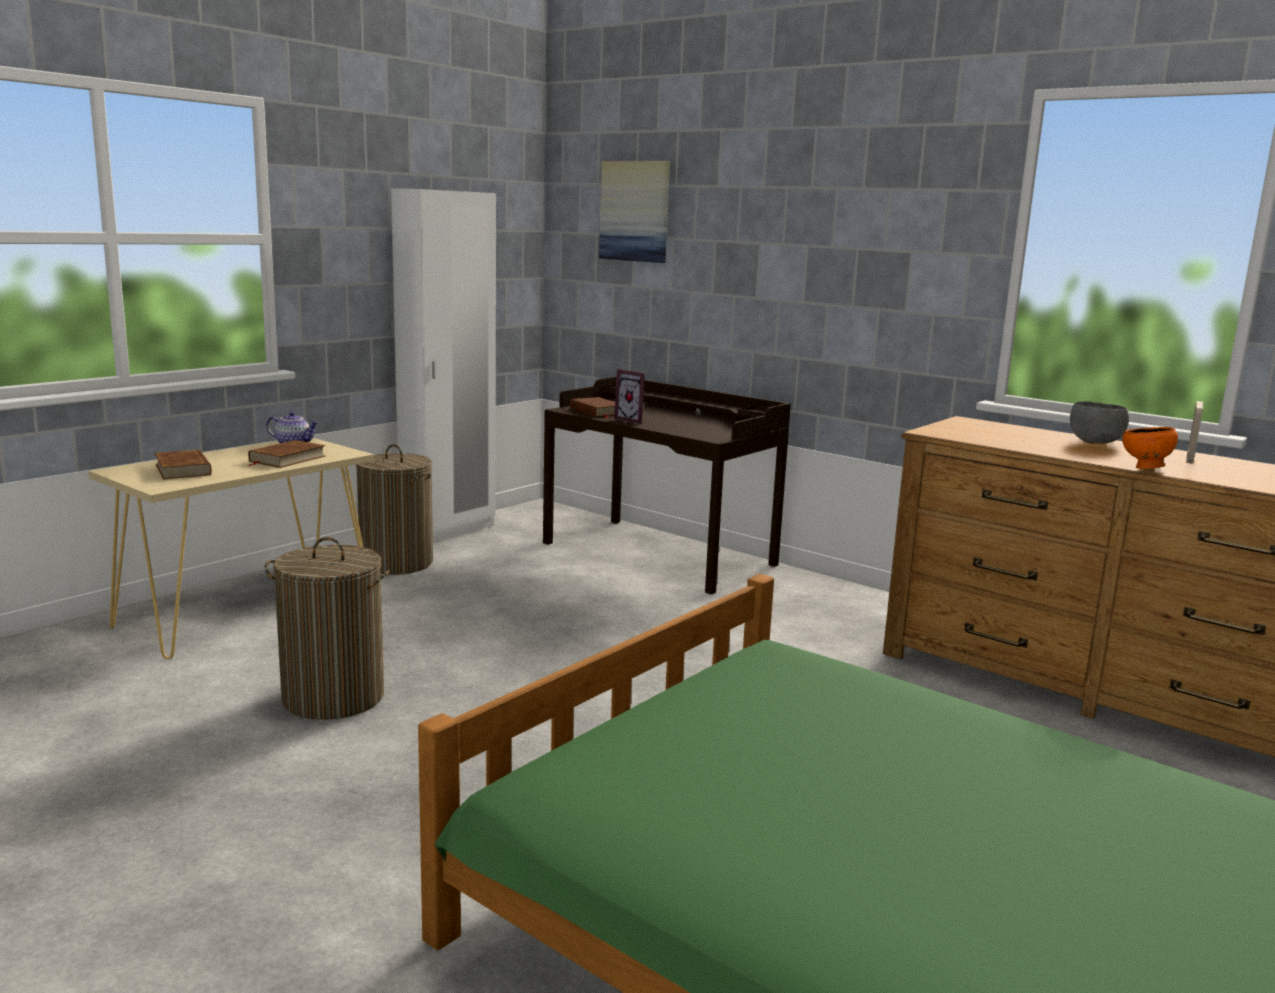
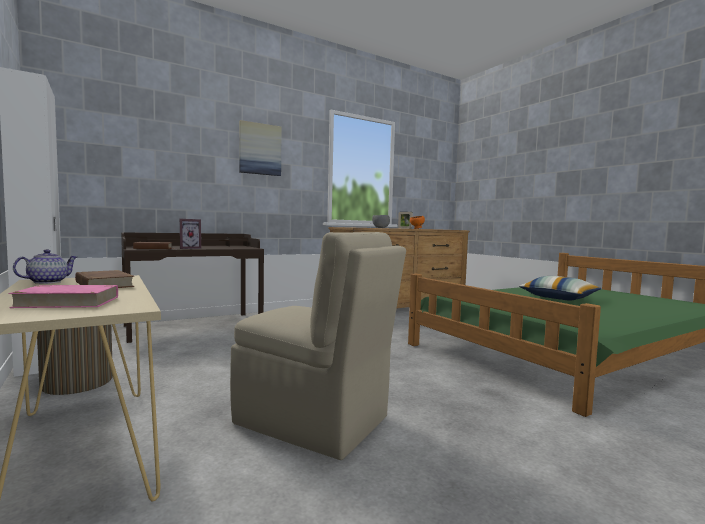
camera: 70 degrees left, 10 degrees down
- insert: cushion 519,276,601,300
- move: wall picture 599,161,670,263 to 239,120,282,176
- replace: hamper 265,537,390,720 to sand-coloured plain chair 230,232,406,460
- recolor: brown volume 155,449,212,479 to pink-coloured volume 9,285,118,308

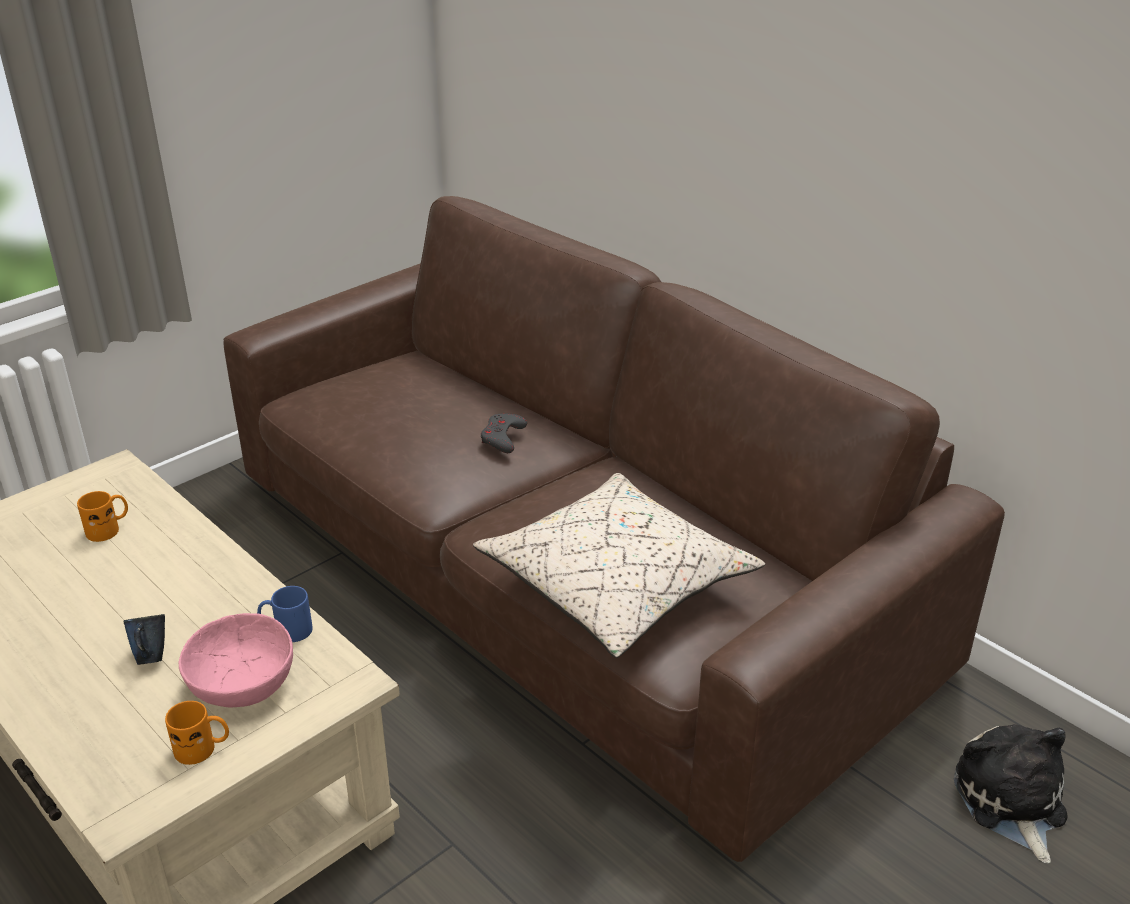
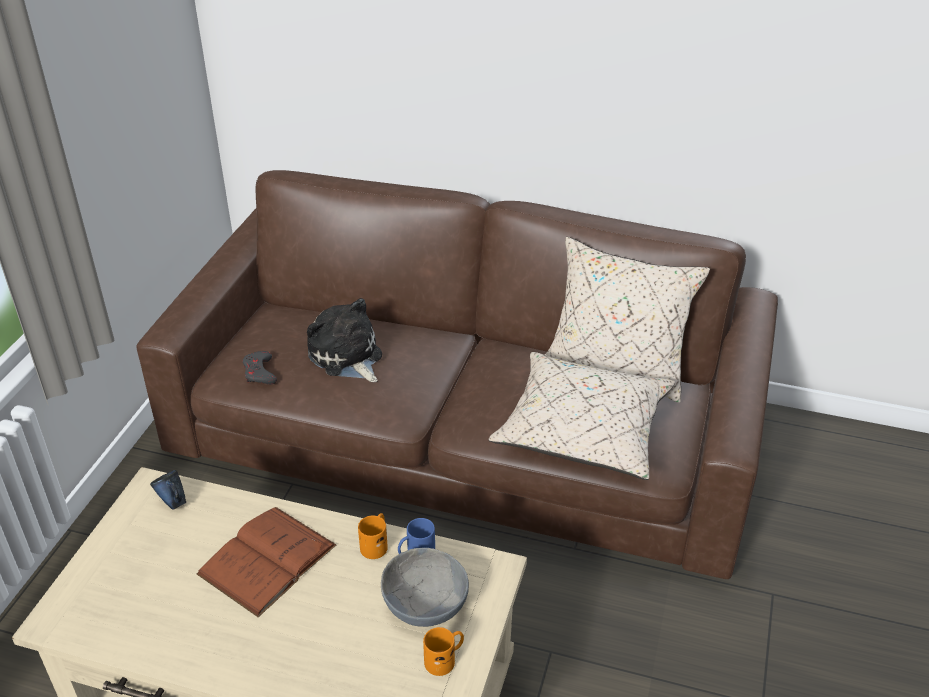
camera: 30 degrees left, 5 degrees up
- insert: brown volume 196,507,336,617
- insert: sand-coloured cushion 545,237,710,403
- move: orange tea mug 77,491,128,542 to 358,513,388,559
- move: blue-coloured tea mug 124,614,165,665 to 150,470,186,510
- move: grey joypad 481,414,527,453 to 242,351,277,384
- move: plush toy 954,724,1068,863 to 307,298,382,382
- recolor: pink-coloured deep dish 179,613,293,707 to grey deep dish 381,548,469,627

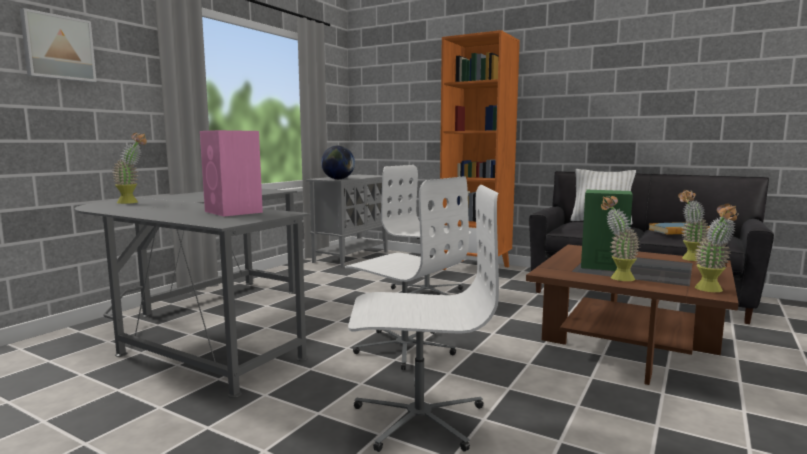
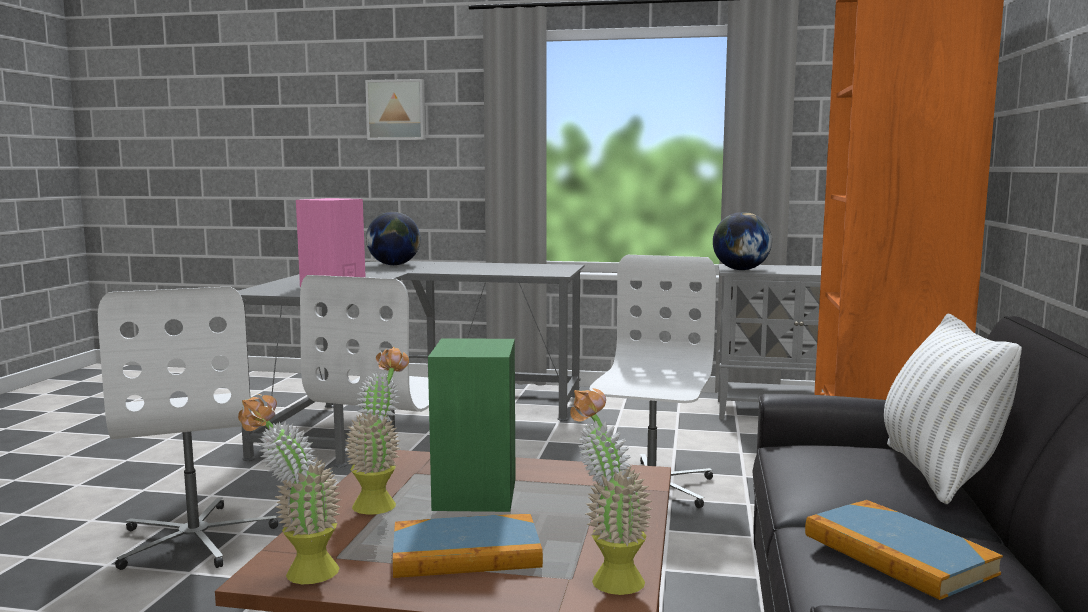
camera: 70 degrees right, 0 degrees up
- insert: volume 393,514,543,578
- replace: houseplant 112,133,147,204 to desk globe 366,212,420,265

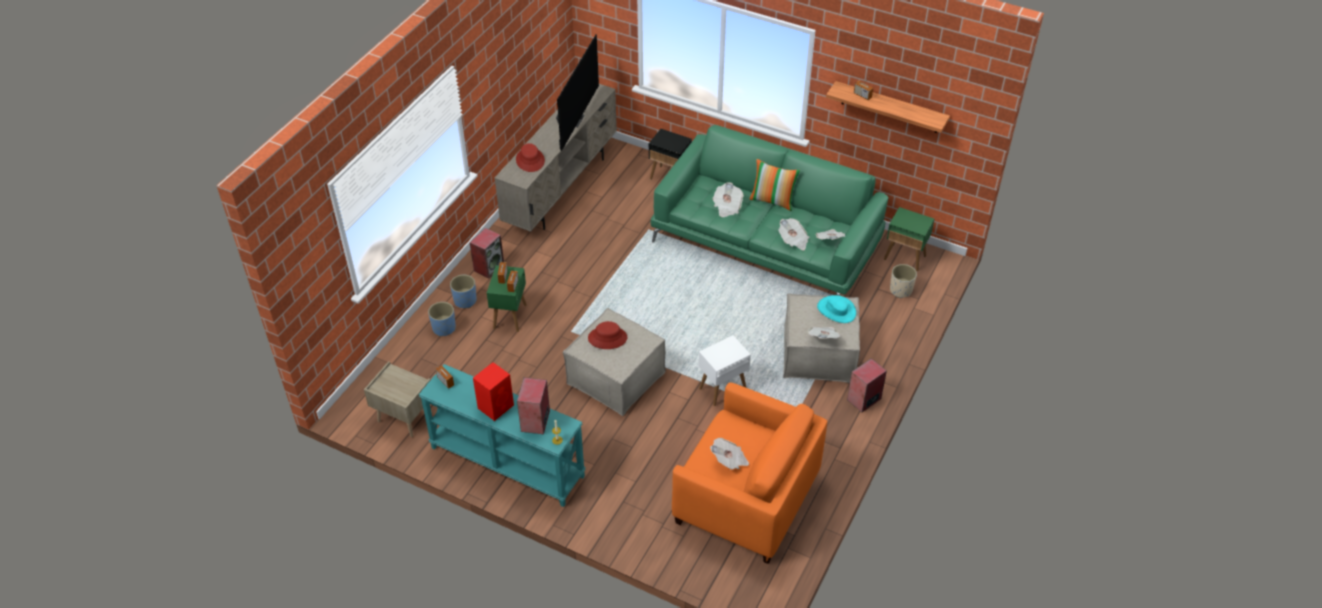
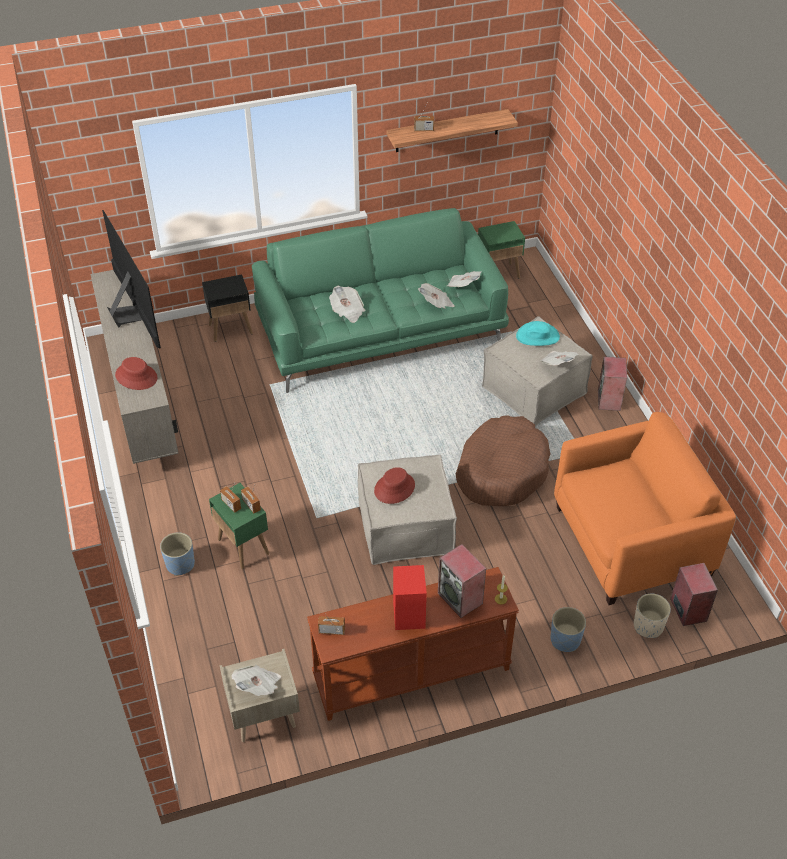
camera: 45 degrees left, 0 degrees up
- delete: cushion 749,159,800,211
- move: blue-coloured planter 428,302,456,337 to 551,607,586,652
- move: speaker 470,228,504,278 to 670,563,718,626
- move: daily paper 710,438,749,470 to 232,665,281,696
- move: sand-coloured planter 890,264,917,298 to 634,594,671,638
- replace: white end table 699,335,751,406 to brown dog cushion 456,415,550,506
- recolor: turquoise-coloured console table 419,364,586,507 to brown console table 307,567,519,721

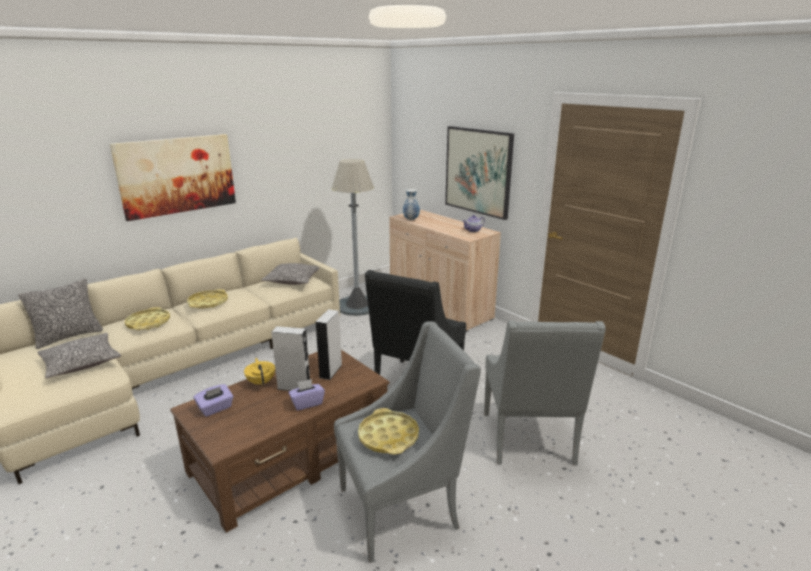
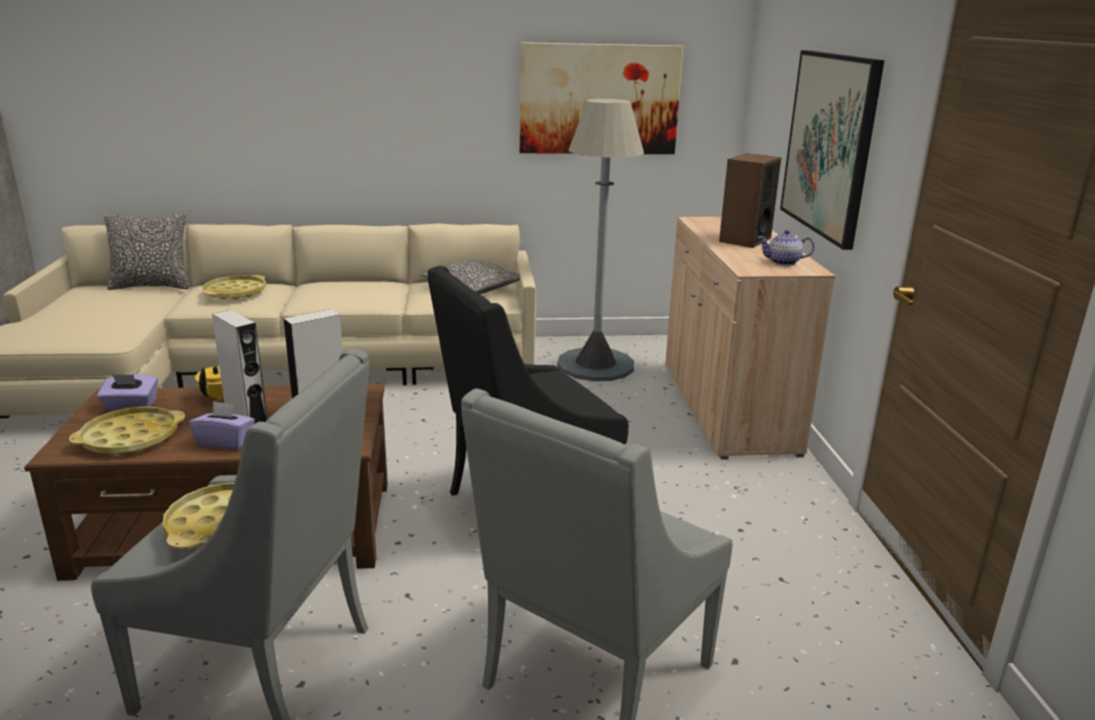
camera: 35 degrees right, 0 degrees up
- delete: cushion 38,333,121,379
- delete: vase 403,189,420,220
- insert: speaker 719,153,781,248
- move: wall picture 110,134,236,221 to 519,42,683,154
- move: yellow-coloured tray 187,289,228,309 to 69,406,185,455

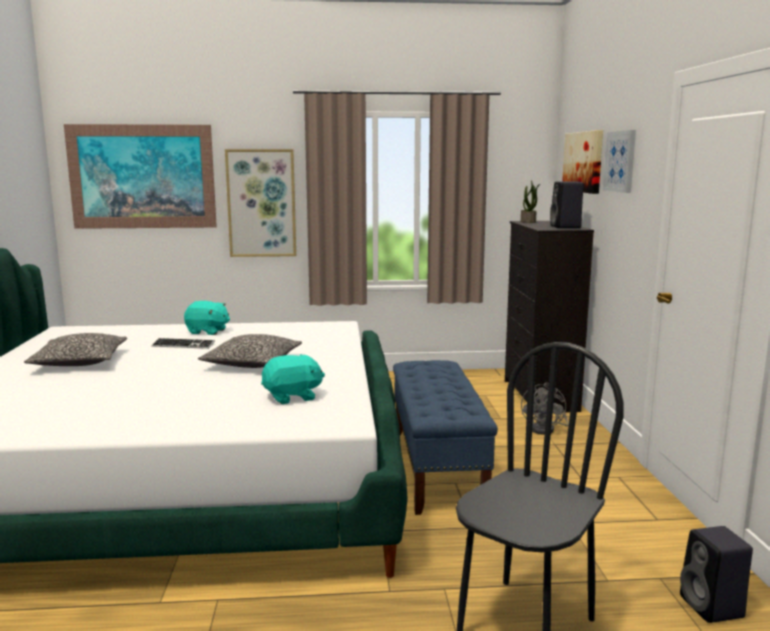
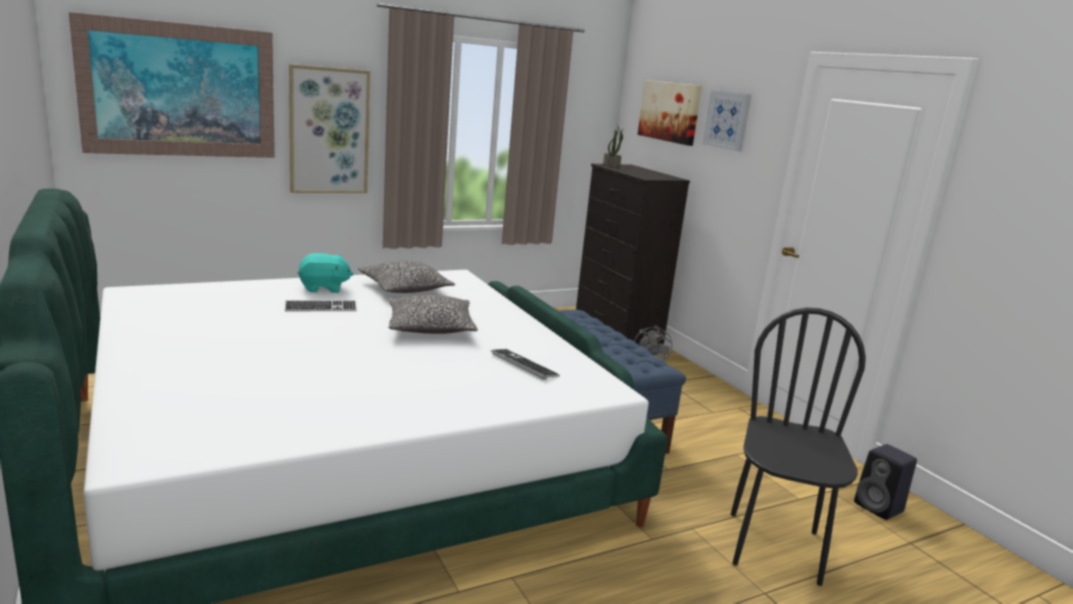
camera: 25 degrees left, 5 degrees up
- delete: blackish speaker 550,182,584,228
- move: cushion 24,333,127,366 to 358,261,455,293
- replace: turquoise-coloured plush toy 261,354,325,404 to computer keyboard 491,349,560,380

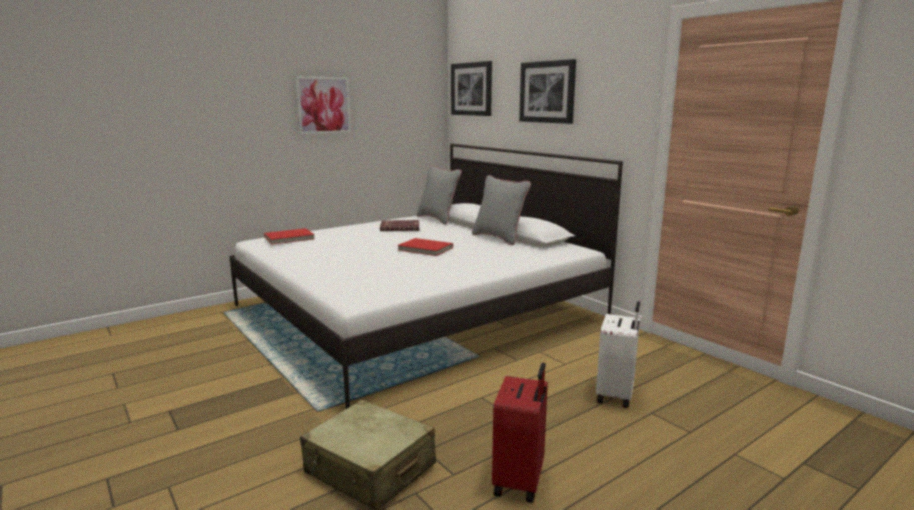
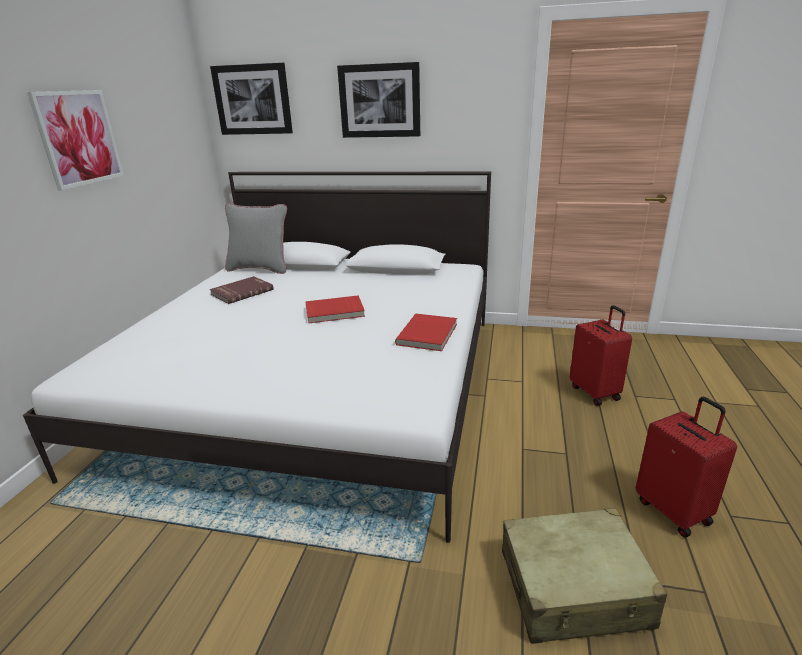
camera: 40 degrees left, 10 degrees up
- delete: grey cushion 472,175,531,245
- move: red-coloured volume 264,228,315,244 to 395,314,457,351
- recolor: white piece of luggage 596,301,640,408 to red-coloured piece of luggage 570,305,632,406

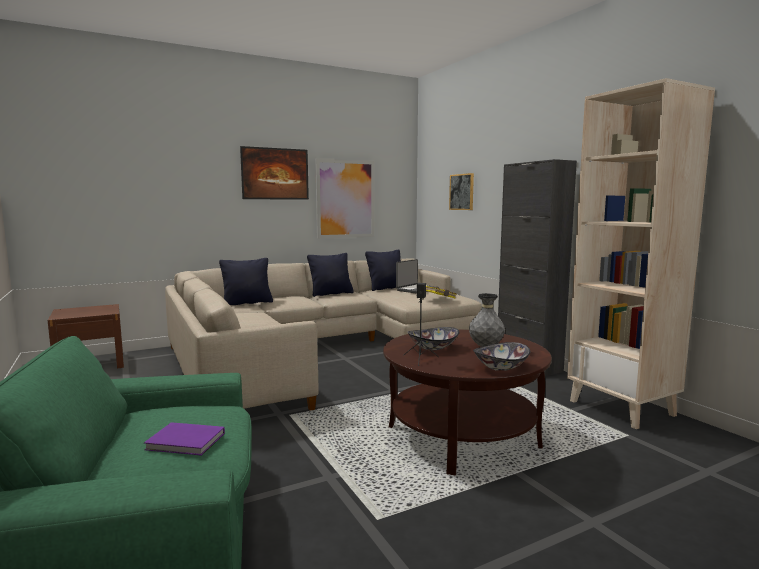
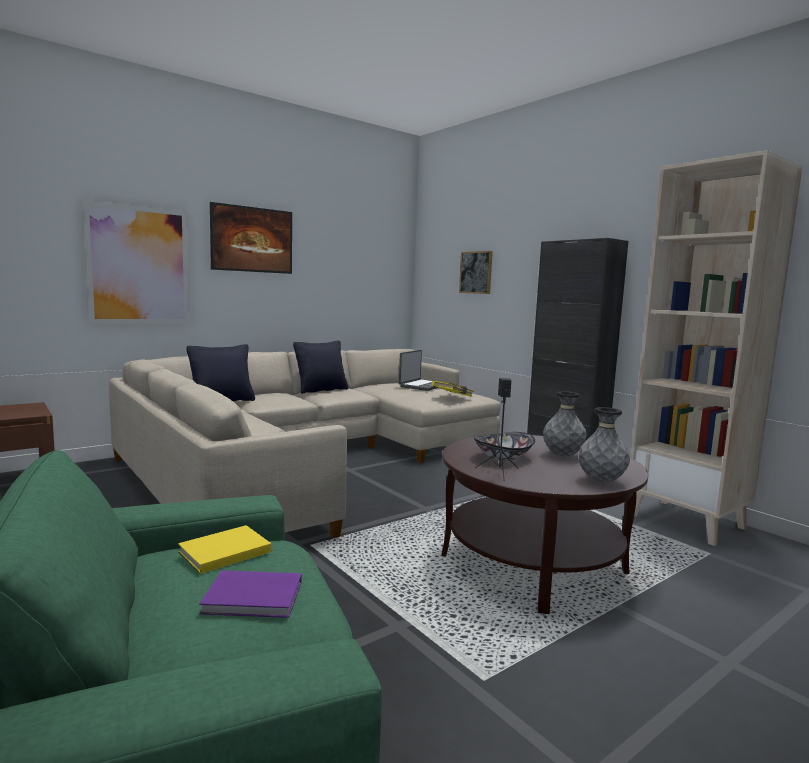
camera: 10 degrees left, 0 degrees up
- delete: blackish cushion 365,250,401,291
- insert: yellow-coloured volume 178,525,271,574
- move: wall picture 315,158,374,239 to 82,199,190,324
- replace: deep dish 473,342,530,371 to grey vase 579,407,630,482

